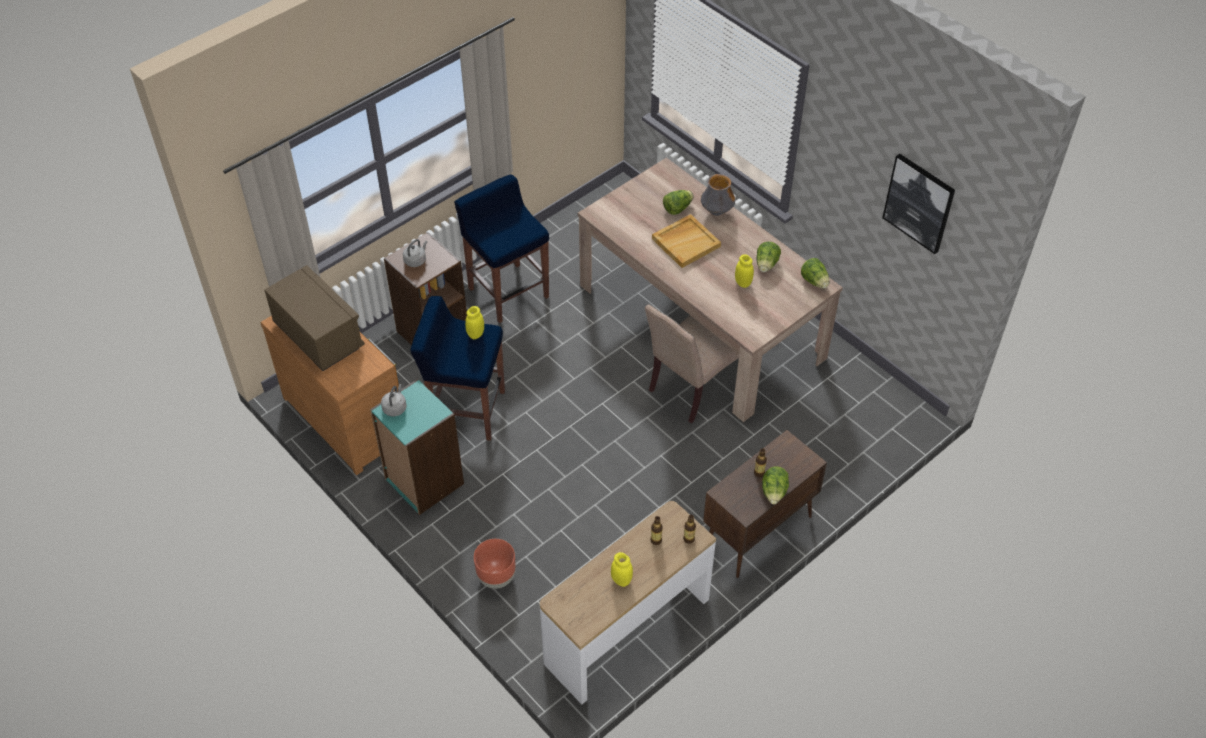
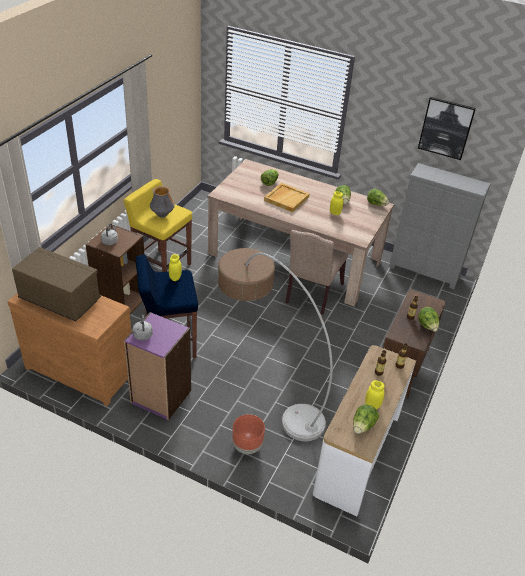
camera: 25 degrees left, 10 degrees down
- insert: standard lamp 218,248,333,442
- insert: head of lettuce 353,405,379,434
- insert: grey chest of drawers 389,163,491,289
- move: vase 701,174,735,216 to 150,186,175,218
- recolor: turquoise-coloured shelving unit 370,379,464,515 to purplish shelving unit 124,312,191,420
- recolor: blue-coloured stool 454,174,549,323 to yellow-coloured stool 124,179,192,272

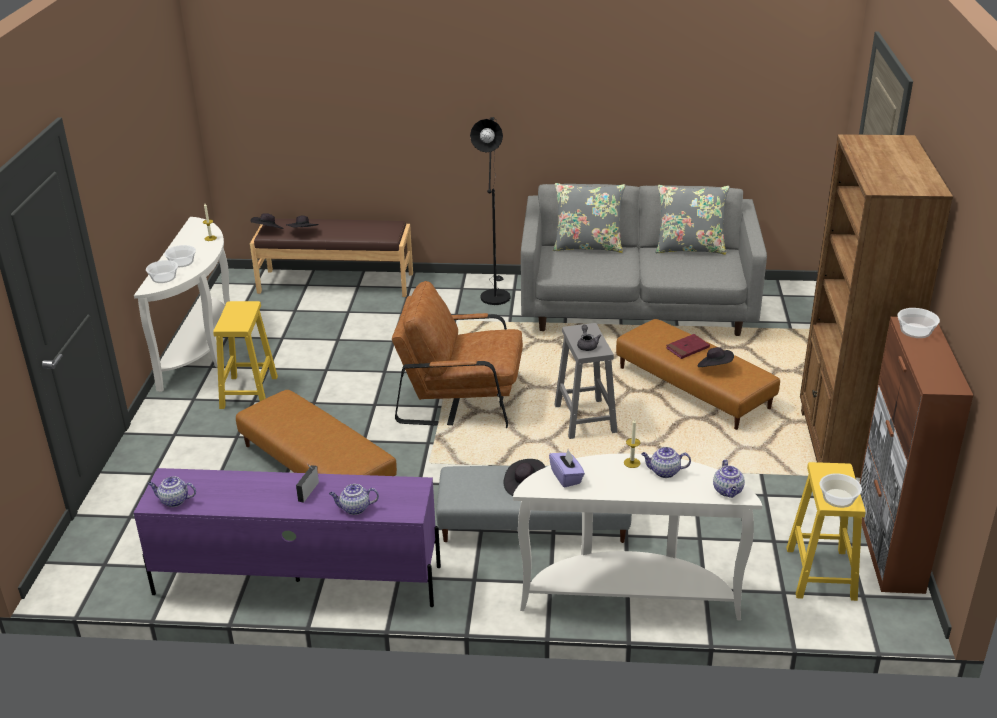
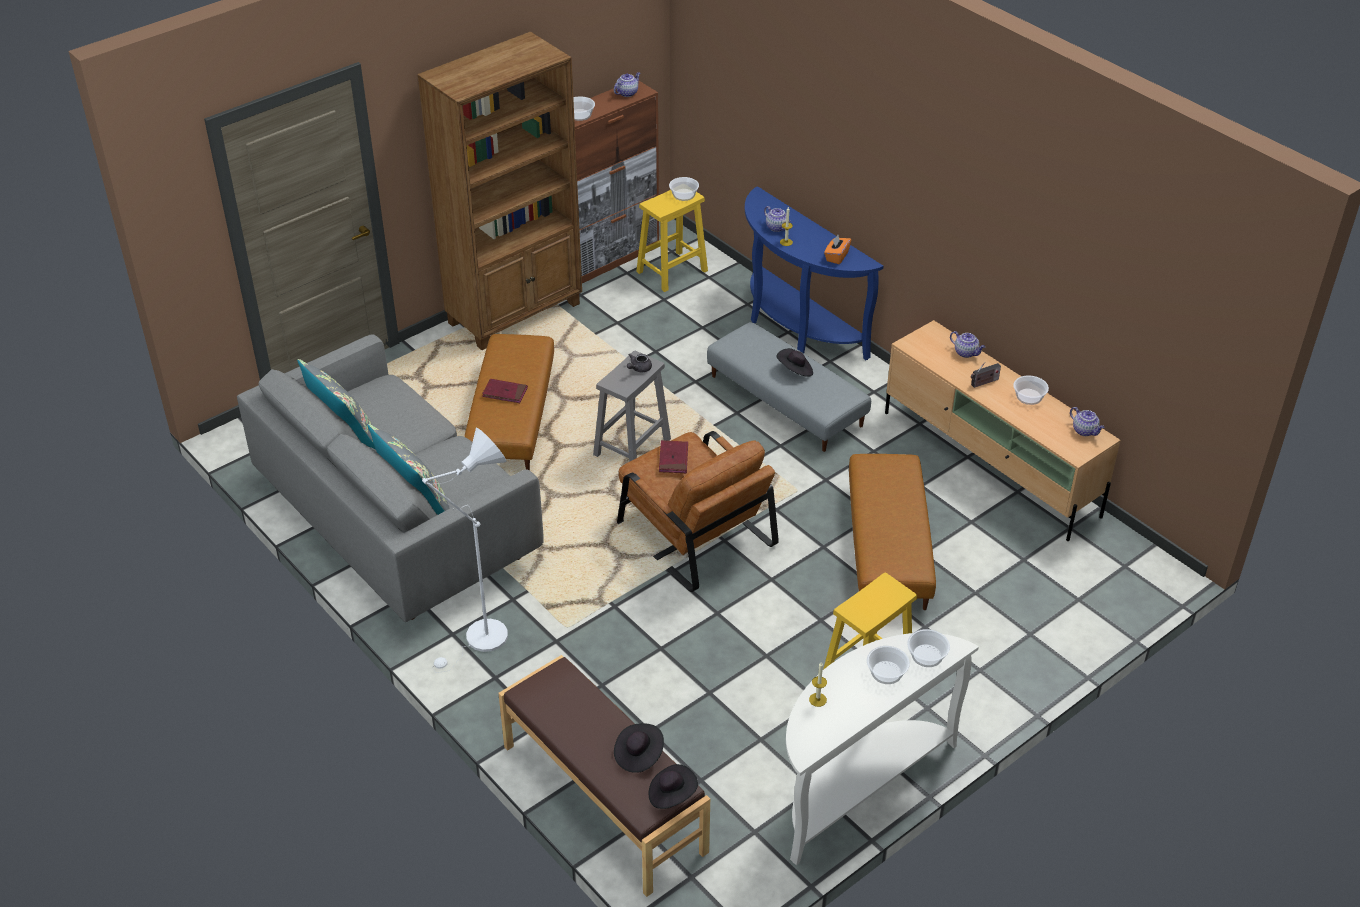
camera: 135 degrees left, 10 degrees up
- delete: blackish clothing hat 697,347,734,367
- insert: red-coloured volume 659,440,688,473
- insert: deep dish 1013,375,1049,405
- move: pot for tea 713,460,745,498 to 614,72,640,97
- recolor: purplish media console 134,468,441,607 to sand-coloured media console 885,320,1121,541
- recolor: blackish standard lamp 470,117,510,305 to white standard lamp 422,428,508,673
- recolor: white console table 513,453,762,620 to blue-coloured console table 745,186,884,360
- recolor: purplish box of tissues 549,449,585,488 to orange box of tissues 824,235,851,264

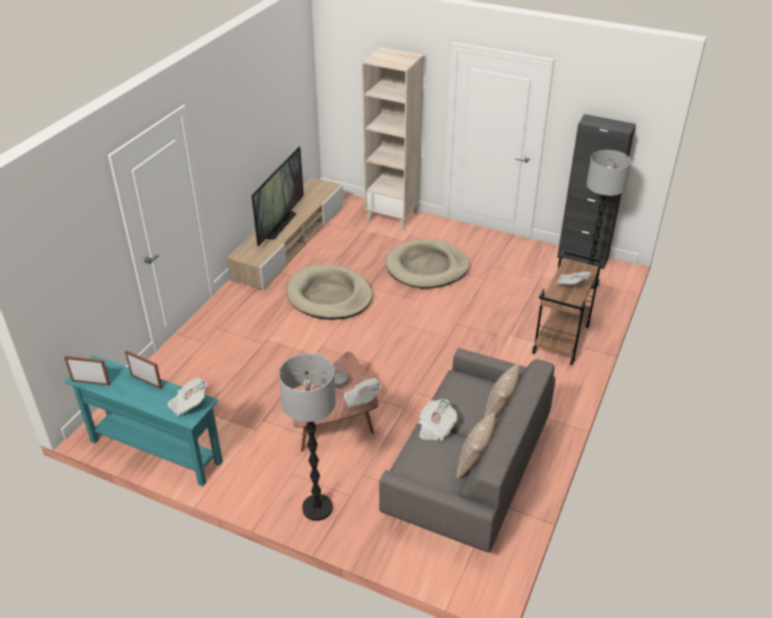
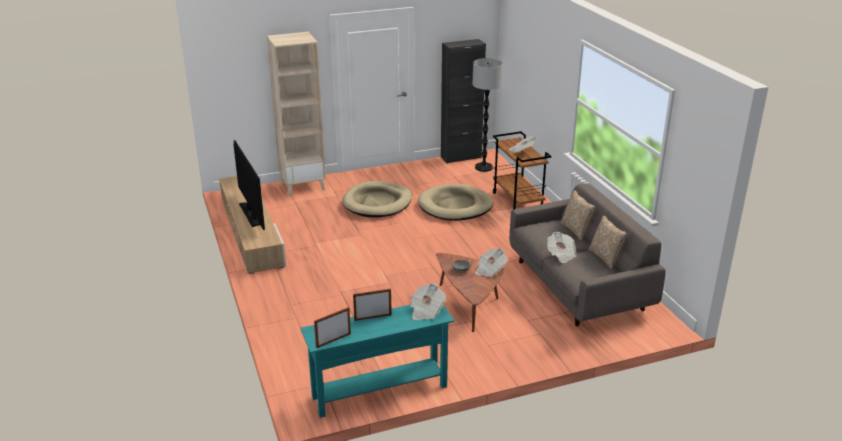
camera: 45 degrees left, 10 degrees down
- delete: standard lamp 279,353,336,521
- move: sand-coloured dog cushion 286,264,373,320 to 418,184,493,221

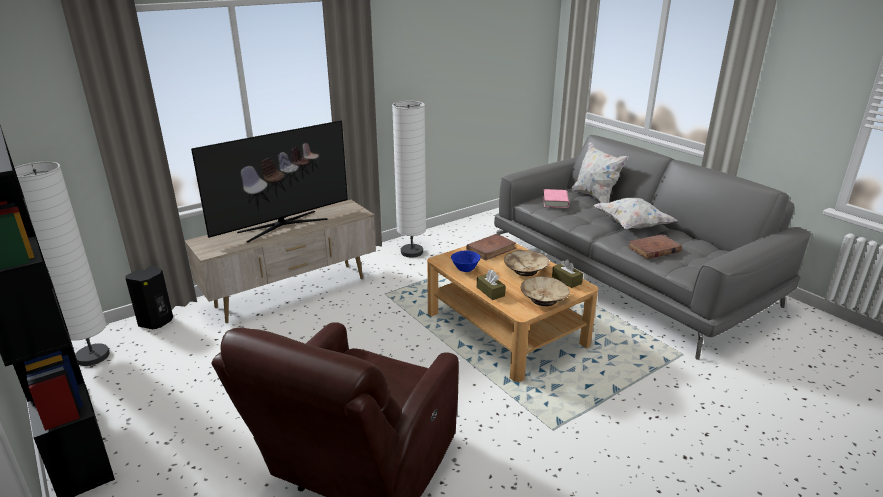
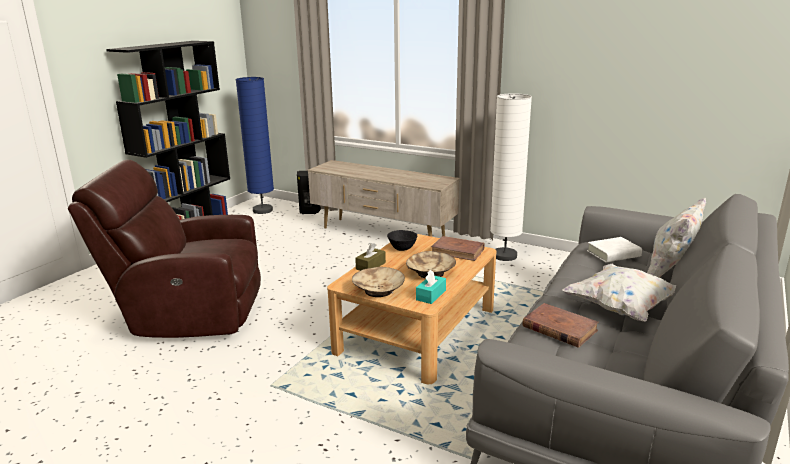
camera: 65 degrees right, 5 degrees down
- delete: TV 191,120,348,243
- recolor: white standard lamp 14,161,110,366 to blue-coloured standard lamp 236,77,274,214
- recolor: blue-coloured deep dish 451,251,481,272 to blackish deep dish 387,230,417,251
- recolor: pink-coloured volume 543,189,569,208 to white volume 587,237,642,262
- recolor: brown box of tissues 552,259,583,288 to turquoise-coloured box of tissues 416,269,446,304

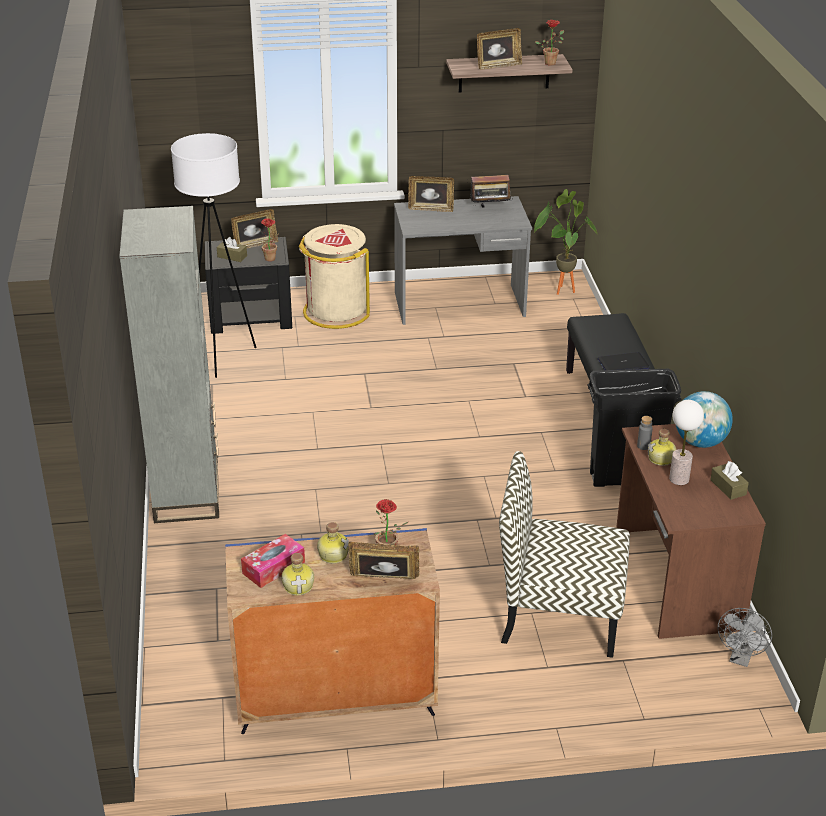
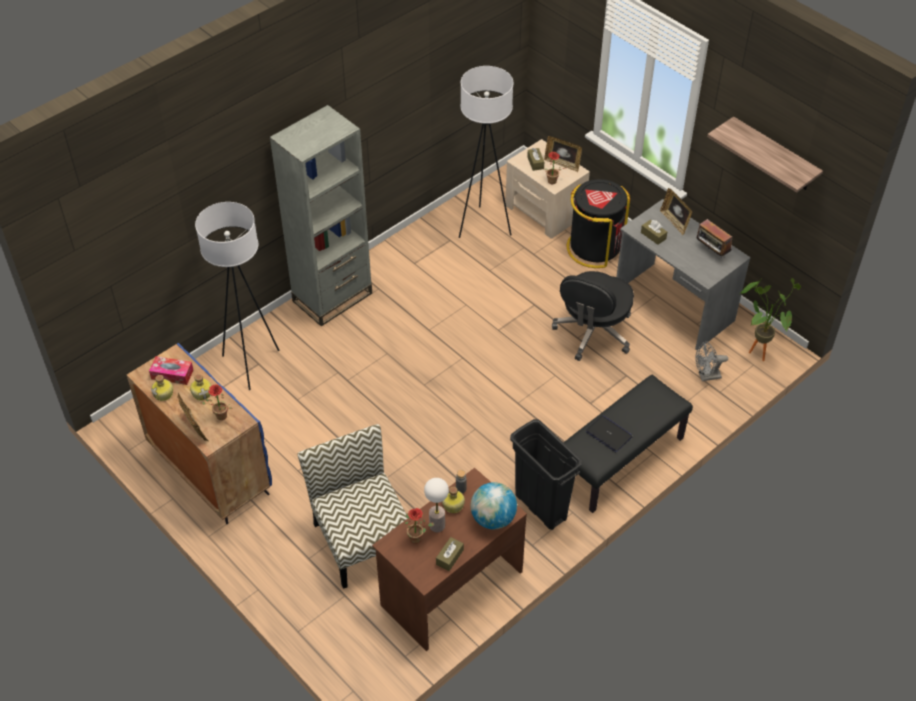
camera: 55 degrees right, 15 degrees up
- delete: photo frame 477,28,522,69
- insert: white standard lamp 195,202,279,390
- insert: blackish desk chair 552,271,634,361
- insert: brown box of tissues 641,220,667,245
- move: houseplant 535,20,564,66 to 405,508,434,544
- move: grey cooling fan 718,608,772,667 to 695,341,728,381
- recolor: blackish bedside table 205,237,292,334 to sand-coloured bedside table 505,139,590,239
- recolor: sand-coloured waste bin 299,224,370,329 to blackish waste bin 567,179,631,268

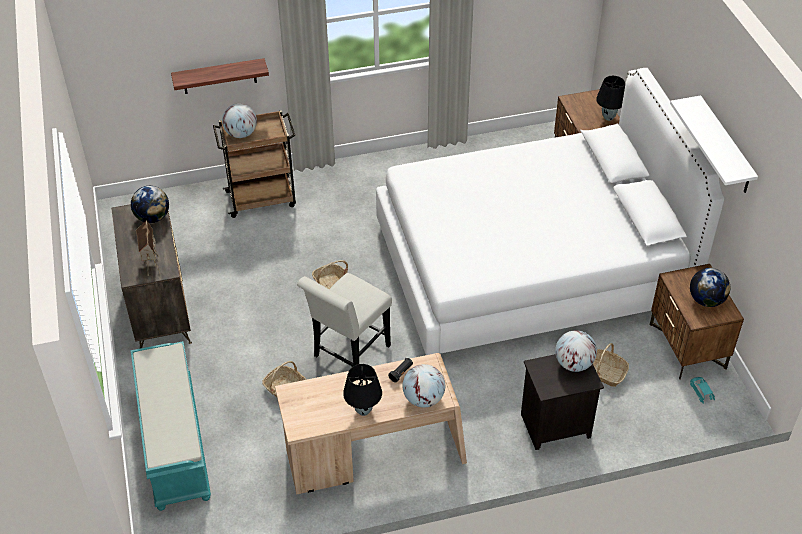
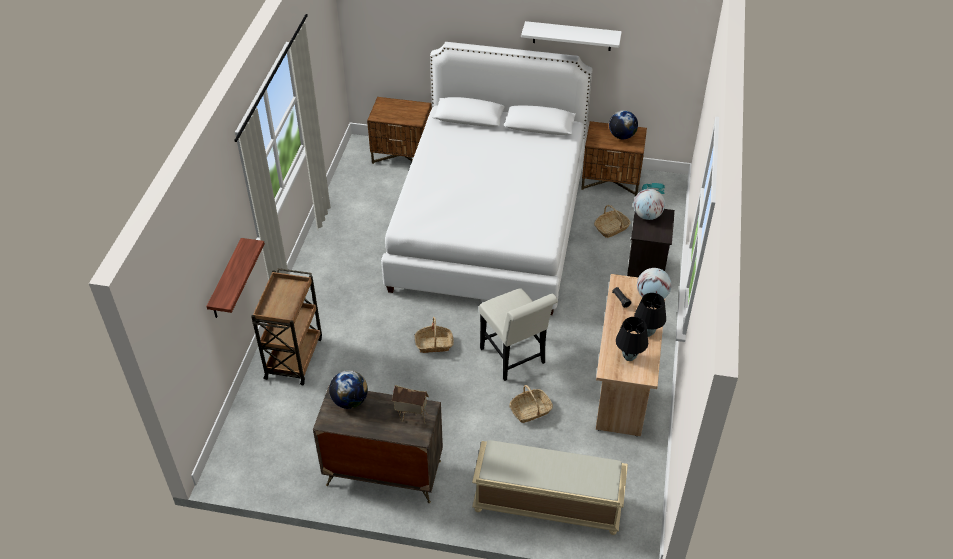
camera: 65 degrees left, 0 degrees up
- delete: desk globe 222,103,257,138
- move: blackish tabletop lamp 596,76,625,121 to 616,317,648,361
- recolor: turquoise-coloured bench 131,341,211,511 to sand-coloured bench 472,440,628,535

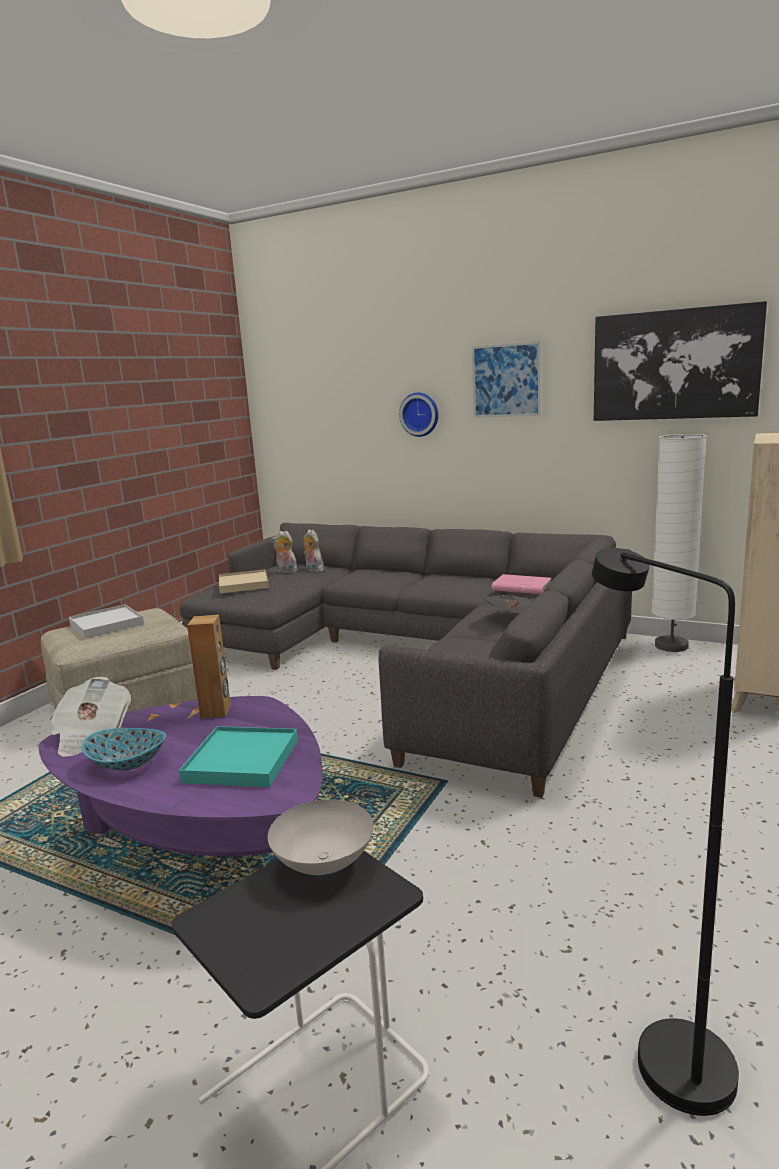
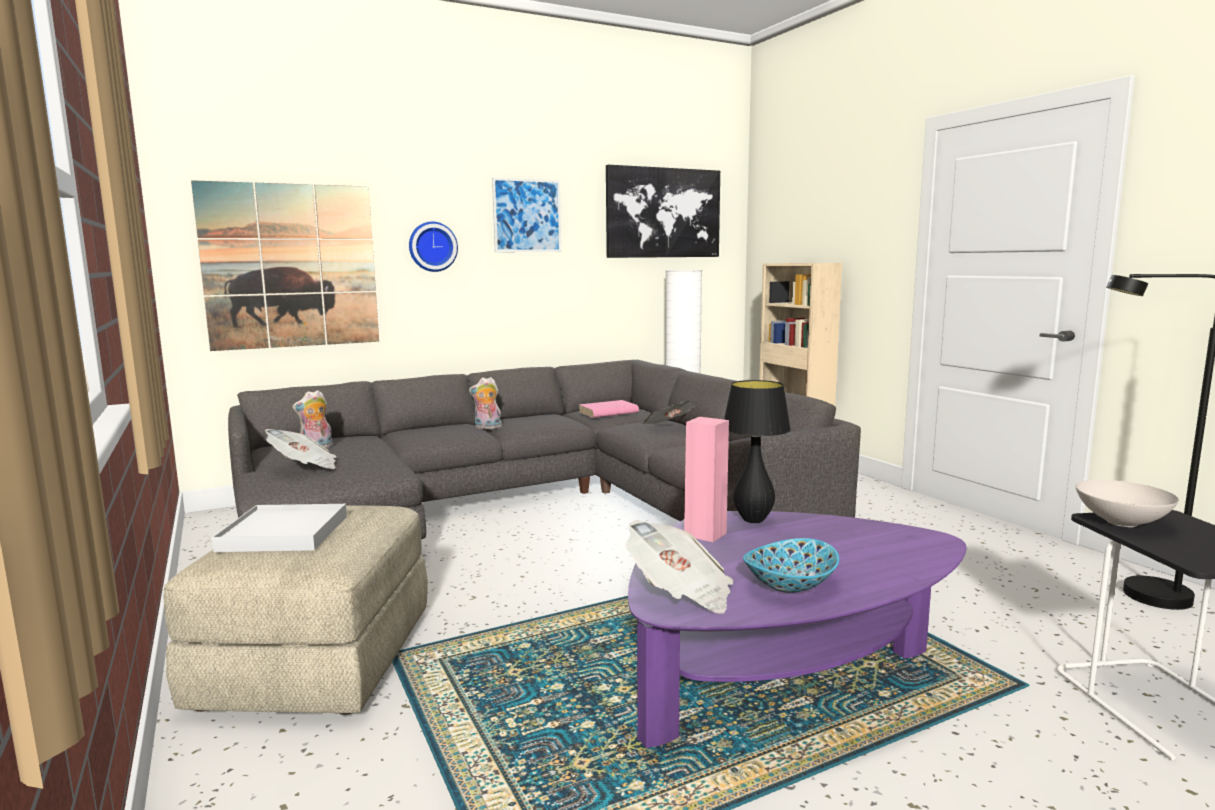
camera: 55 degrees left, 5 degrees down
- delete: turquoise-coloured tray 179,726,298,787
- insert: wall picture 191,180,379,351
- insert: blackish tabletop lamp 724,380,791,523
- move: plush toy 303,529,324,572 to 469,377,502,429
- replace: sand-coloured tray 219,569,269,594 to daily paper 265,429,336,469
- recolor: brown speaker 187,615,231,718 to pink-coloured speaker 684,417,729,542

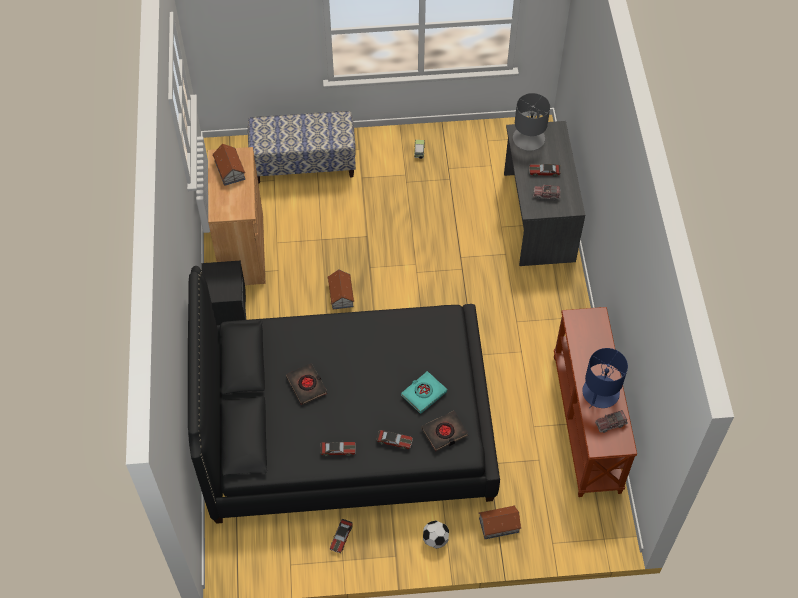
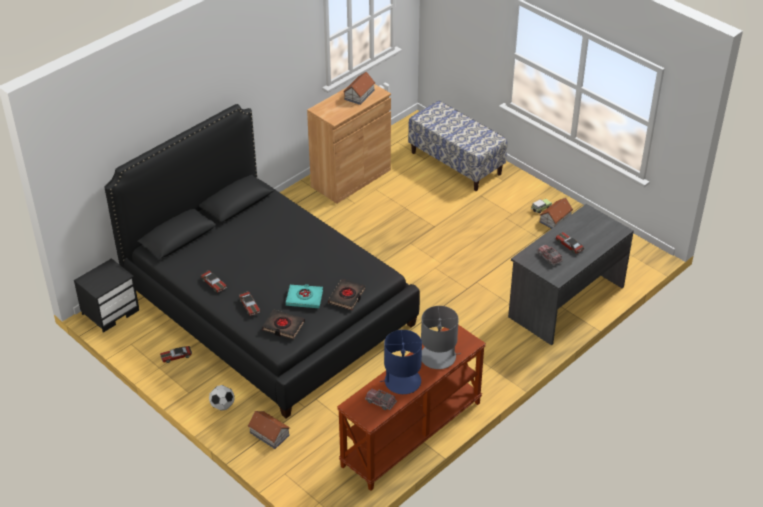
camera: 50 degrees right, 15 degrees down
- move: blackish bedside table 201,260,246,325 to 74,258,139,333
- move: blackish volume 286,363,327,405 to 328,279,365,310
- move: toy house 328,269,354,309 to 539,198,573,229
- move: grey tabletop lamp 513,93,550,151 to 421,306,461,369

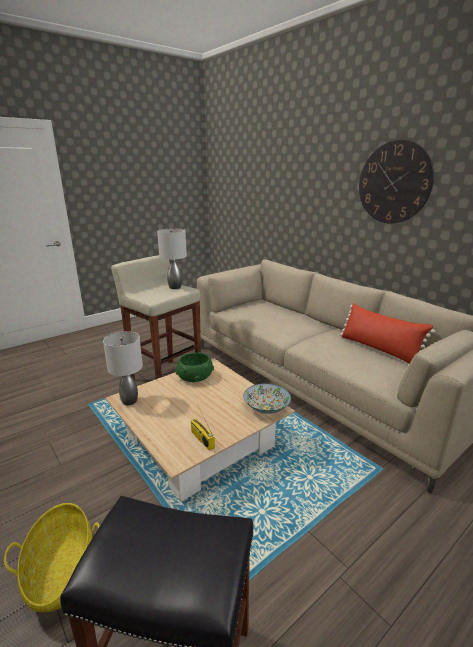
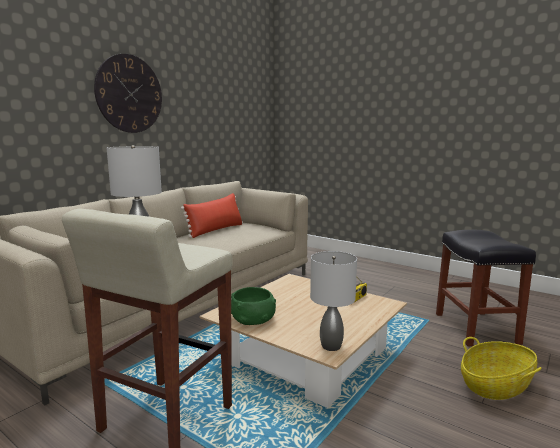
camera: 105 degrees left, 10 degrees down
- delete: deep dish 243,383,291,414

